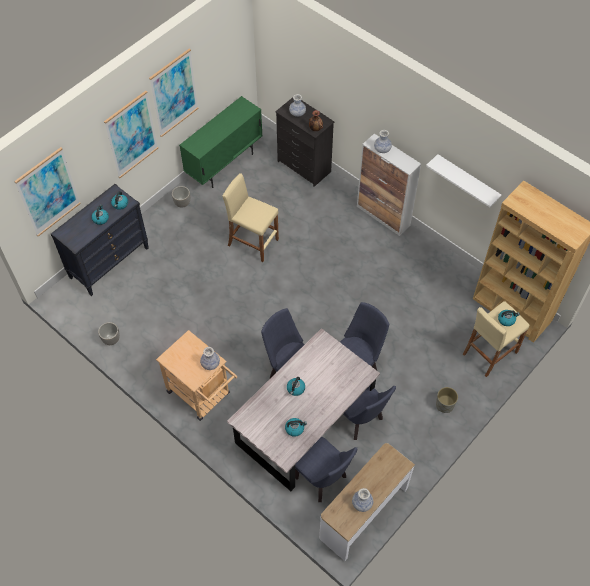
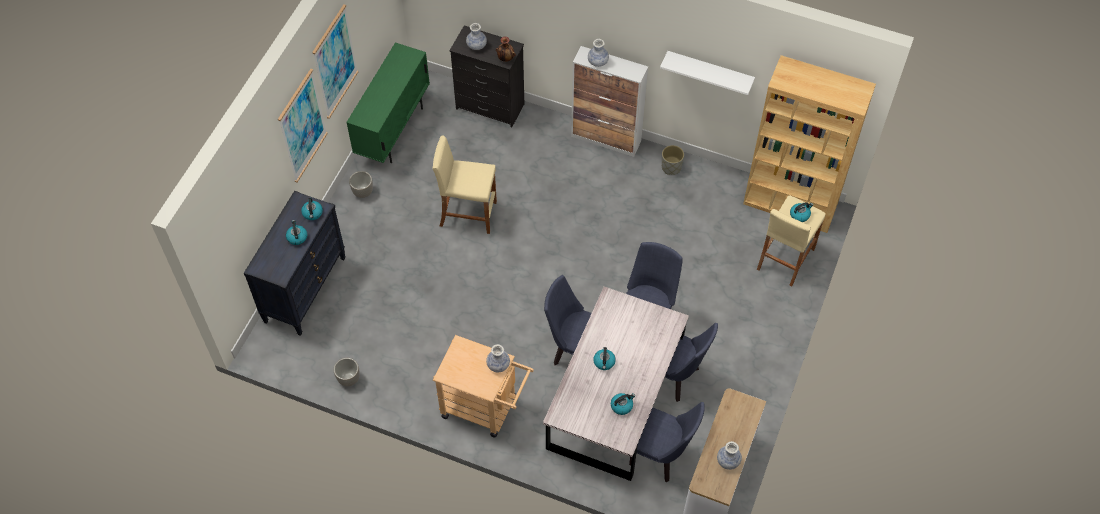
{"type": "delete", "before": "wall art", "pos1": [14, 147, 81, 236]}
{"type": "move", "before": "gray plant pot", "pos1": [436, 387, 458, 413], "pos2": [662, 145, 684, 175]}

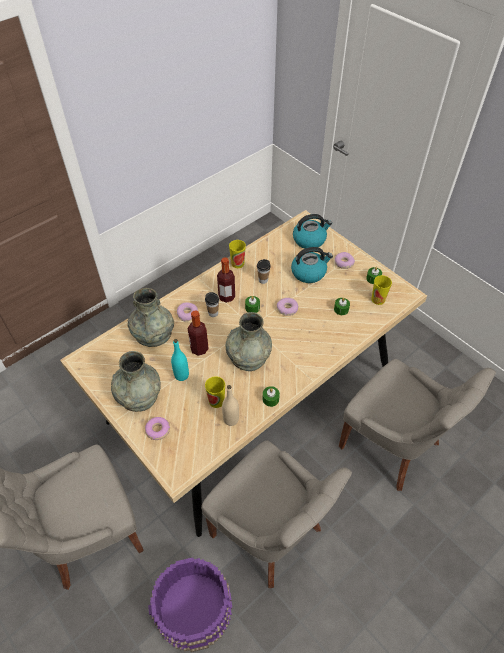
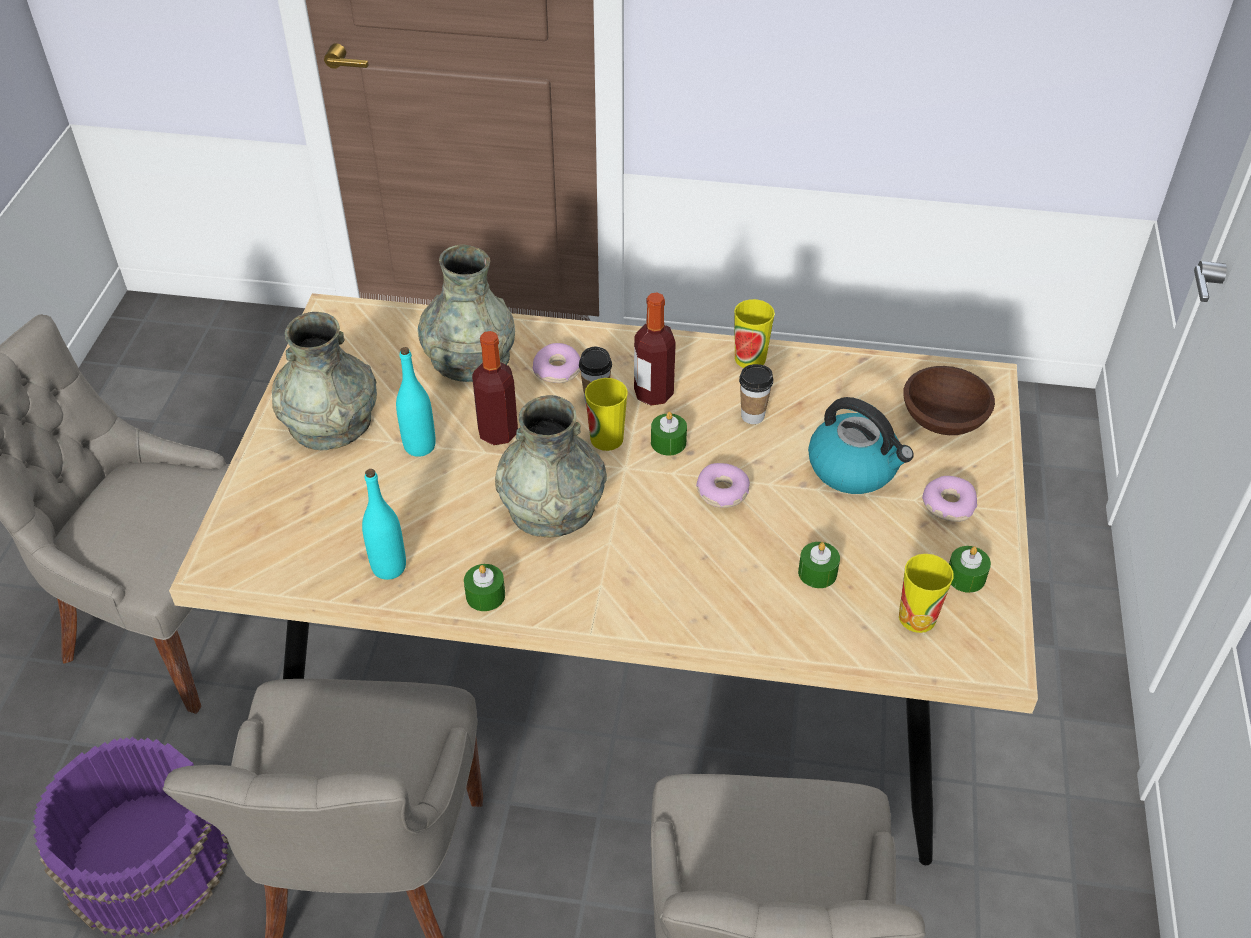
{"type": "replace", "before": "tea kettle", "after": "brown-coloured bowl", "pos1": [293, 214, 332, 249], "pos2": [903, 366, 995, 435]}
{"type": "move", "before": "small cup", "pos1": [205, 376, 225, 408], "pos2": [585, 378, 628, 451]}
{"type": "recolor", "before": "sand-coloured beverage bottle", "after": "turquoise beverage bottle", "pos1": [222, 385, 239, 426], "pos2": [362, 469, 406, 580]}
{"type": "delete", "before": "doughnut", "pos1": [145, 417, 170, 440]}

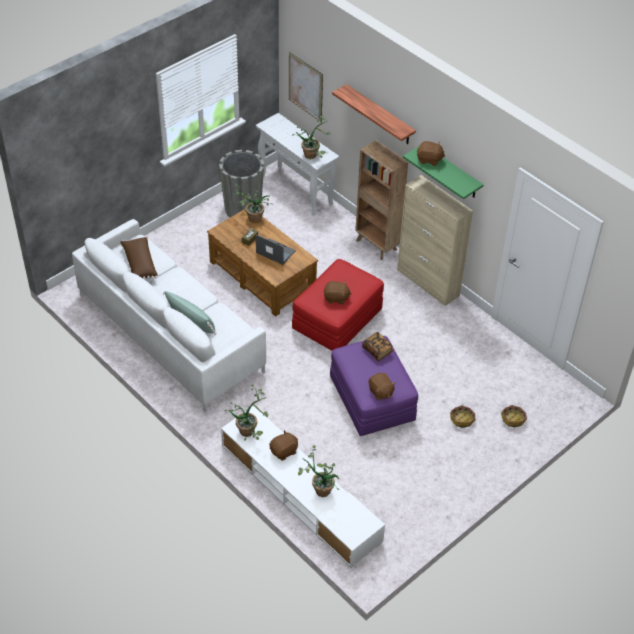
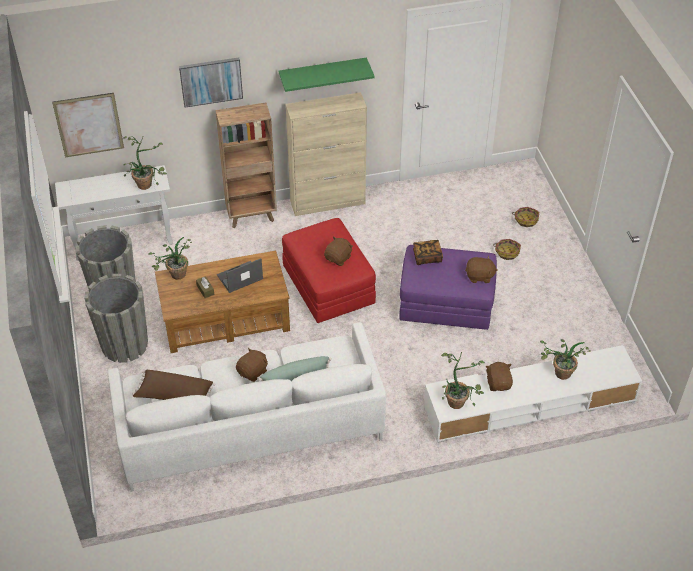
{"type": "replace", "before": "wall shelf", "after": "wall art", "pos1": [332, 84, 416, 144], "pos2": [179, 57, 243, 108]}
{"type": "move", "before": "brown-coloured cuddly toy", "pos1": [417, 141, 445, 166], "pos2": [236, 348, 268, 382]}
{"type": "insert", "after": "gray plant pot", "pos2": [84, 274, 148, 363]}

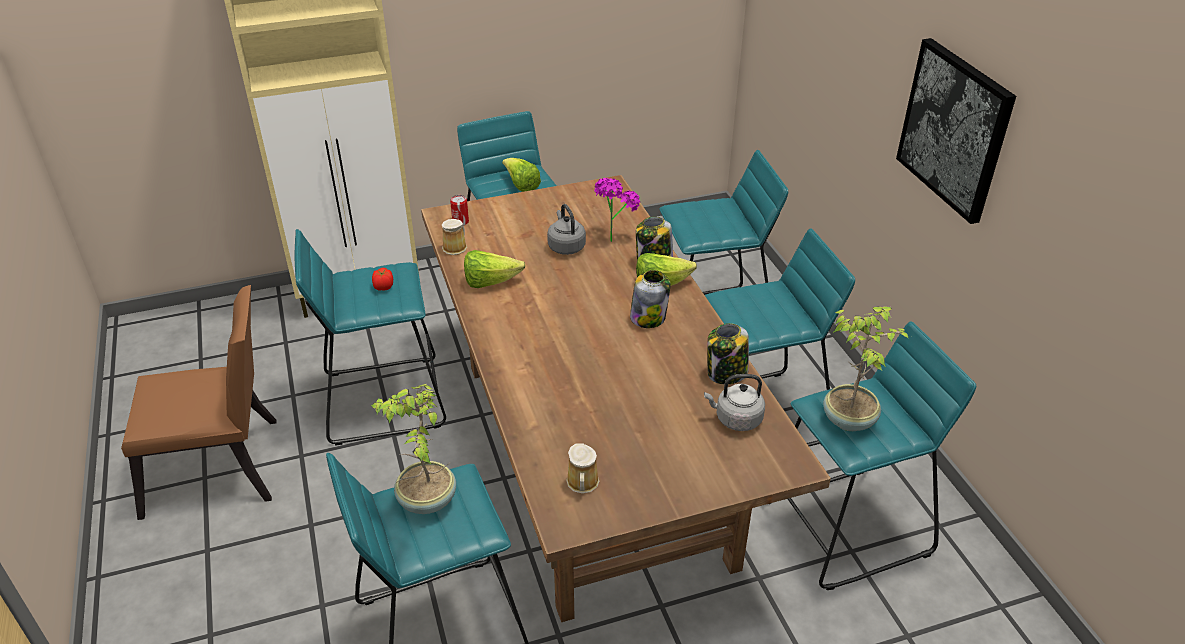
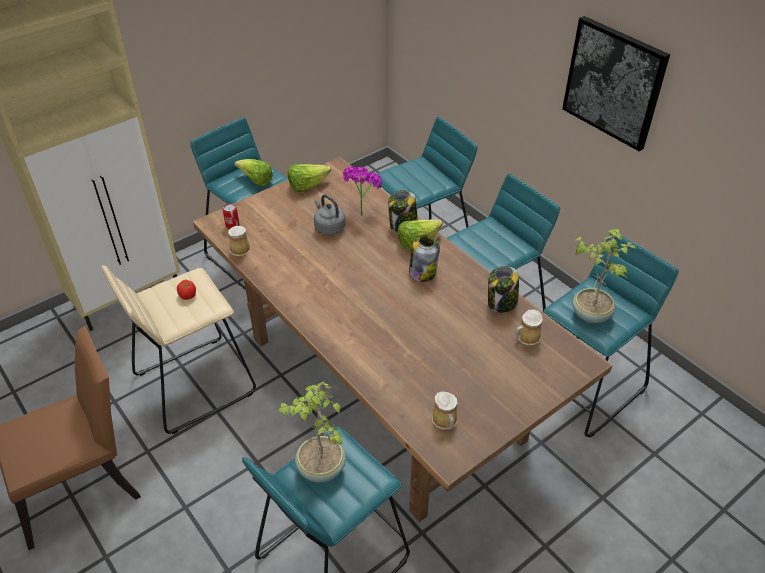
{"type": "recolor", "before": "turquoise stool", "after": "sand-coloured stool", "pos1": [294, 229, 446, 446], "pos2": [101, 265, 256, 434]}
{"type": "move", "before": "lettuce head", "pos1": [464, 250, 526, 288], "pos2": [288, 164, 331, 192]}
{"type": "replace", "before": "gray tea kettle", "after": "coffee mug", "pos1": [704, 374, 765, 431], "pos2": [515, 309, 543, 345]}

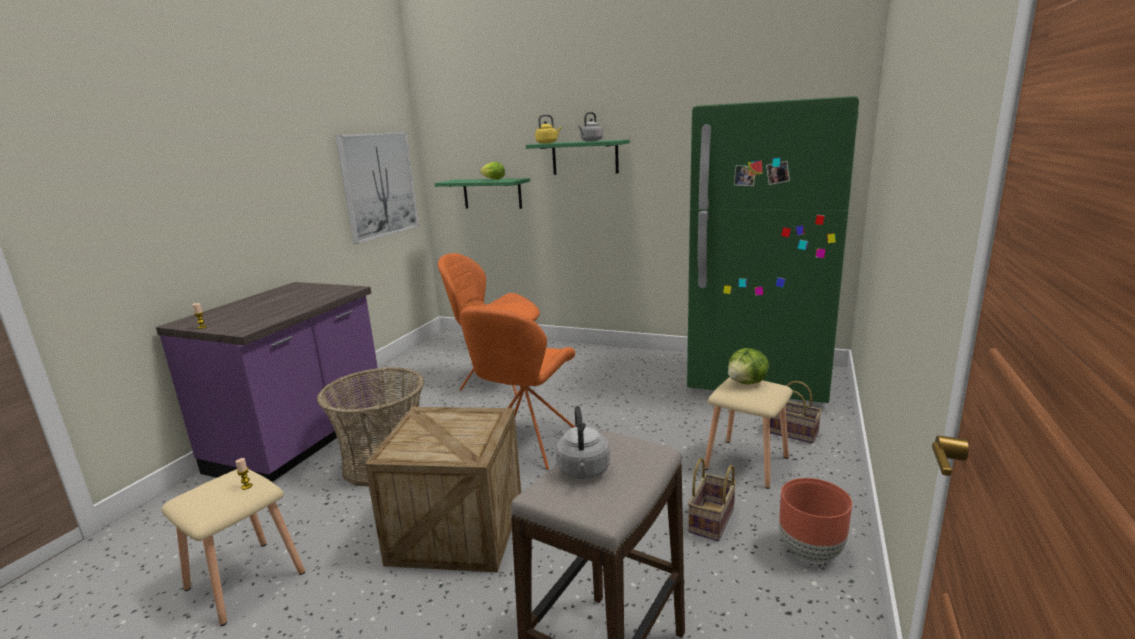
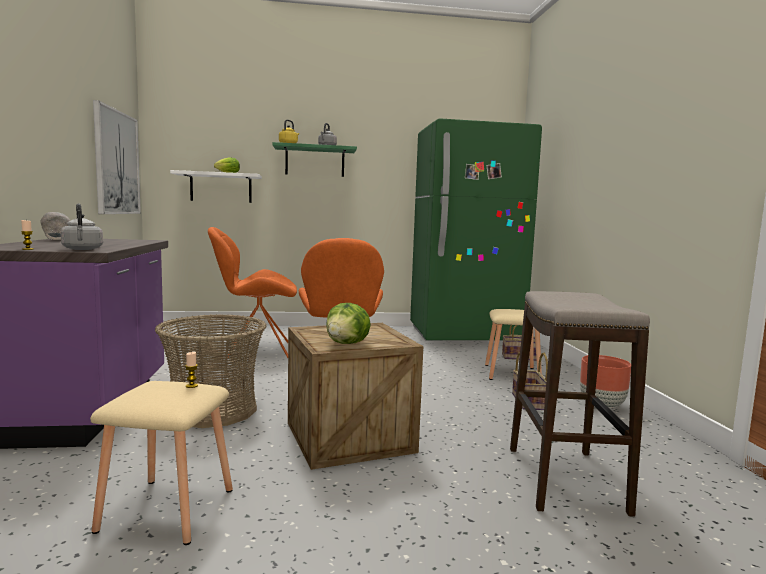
{"type": "recolor", "before": "greenish wall shelf", "after": "white-coloured wall shelf", "pos1": [434, 178, 530, 209], "pos2": [170, 170, 262, 203]}
{"type": "move", "before": "lettuce head", "pos1": [728, 348, 769, 384], "pos2": [326, 303, 371, 344]}
{"type": "move", "before": "gray tea kettle", "pos1": [556, 406, 610, 479], "pos2": [60, 204, 103, 250]}
{"type": "insert", "after": "gray bowl", "pos2": [40, 212, 70, 240]}

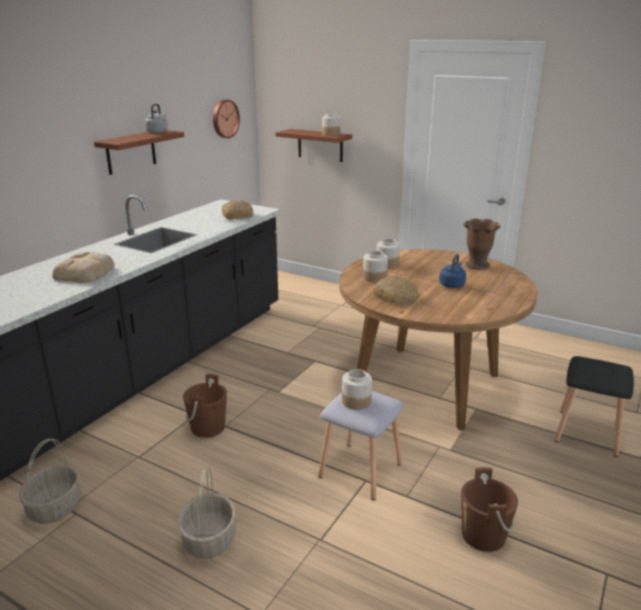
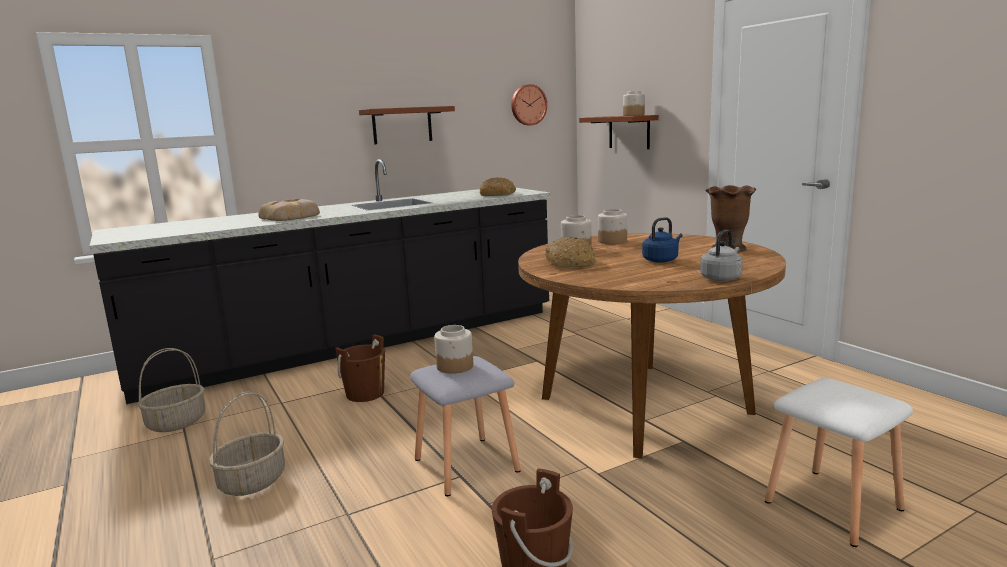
{"type": "move", "before": "gray tea kettle", "pos1": [145, 104, 168, 133], "pos2": [700, 230, 743, 281]}
{"type": "recolor", "before": "black stool", "after": "white-coloured stool", "pos1": [555, 356, 634, 457], "pos2": [765, 378, 913, 547]}

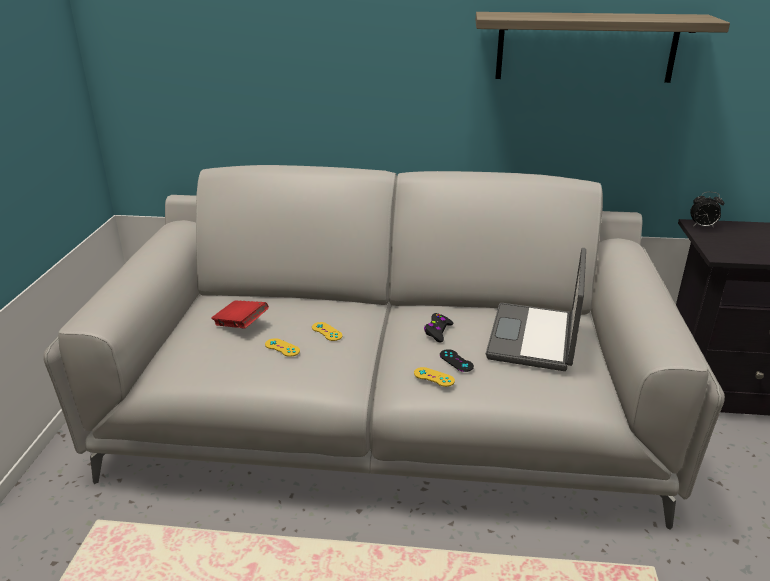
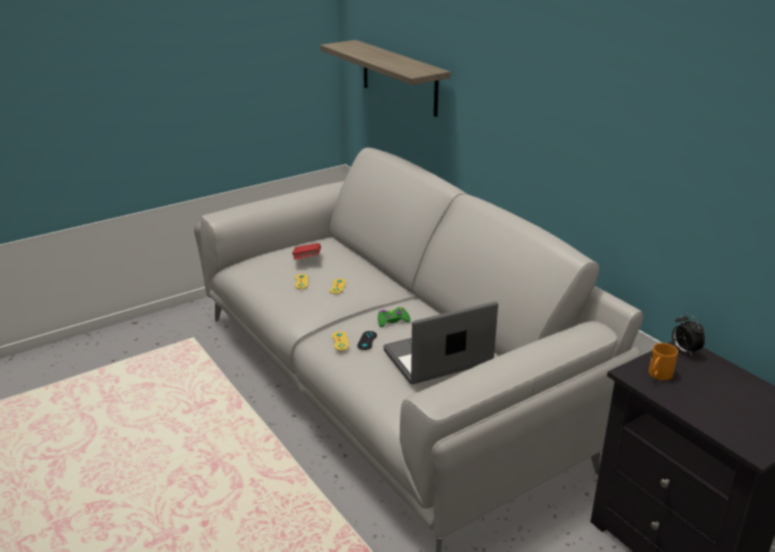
{"type": "move", "before": "wall shelf", "pos1": [476, 12, 730, 83], "pos2": [320, 40, 450, 117]}
{"type": "recolor", "before": "black gamepad", "after": "greenish gamepad", "pos1": [424, 313, 453, 343], "pos2": [378, 307, 410, 327]}
{"type": "insert", "after": "orange coffee mug", "pos2": [649, 343, 678, 380]}

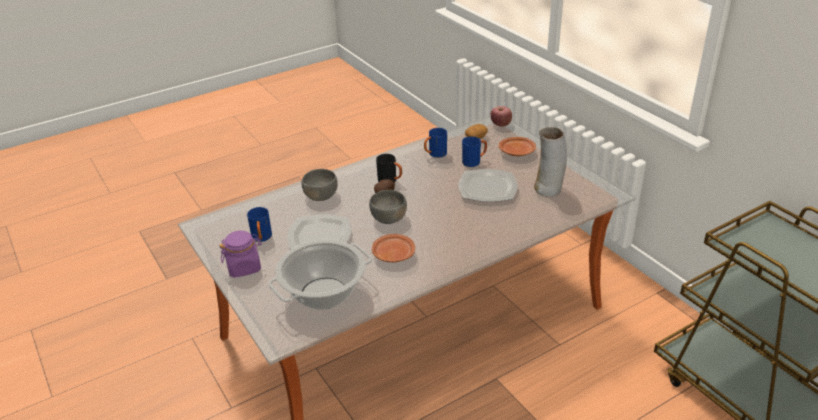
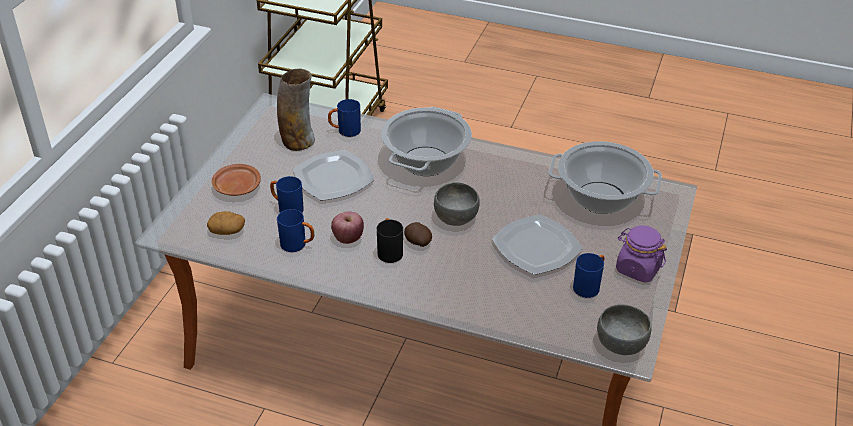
{"type": "move", "before": "apple", "pos1": [491, 106, 512, 127], "pos2": [331, 211, 364, 244]}
{"type": "move", "before": "gray bowl", "pos1": [301, 169, 338, 201], "pos2": [597, 304, 652, 355]}
{"type": "delete", "before": "brown-coloured dinner plate", "pos1": [372, 234, 415, 262]}
{"type": "insert", "after": "blue-coloured coffee mug", "pos2": [328, 99, 361, 137]}
{"type": "insert", "after": "stockpot", "pos2": [381, 107, 472, 176]}

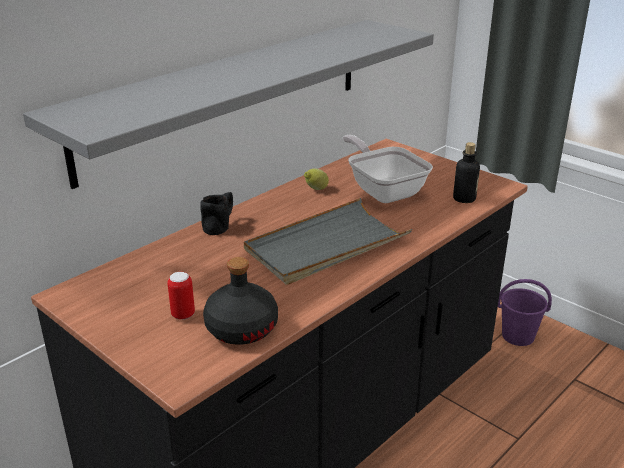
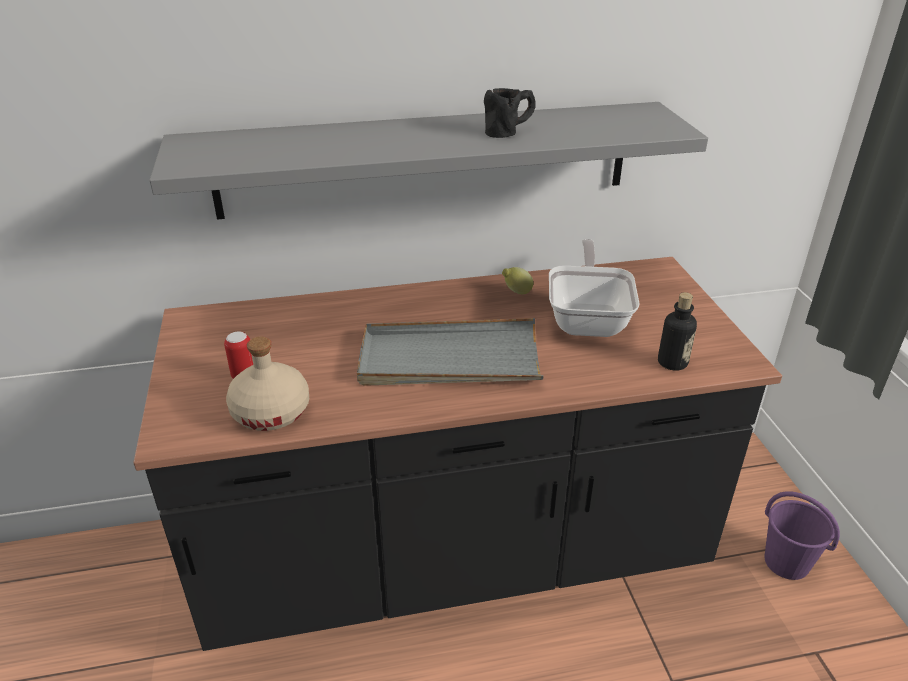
{"type": "move", "before": "black coffee mug", "pos1": [200, 192, 233, 235], "pos2": [484, 88, 536, 138]}
{"type": "recolor", "before": "black beverage bottle", "after": "sand-coloured beverage bottle", "pos1": [203, 257, 278, 345], "pos2": [226, 337, 309, 431]}

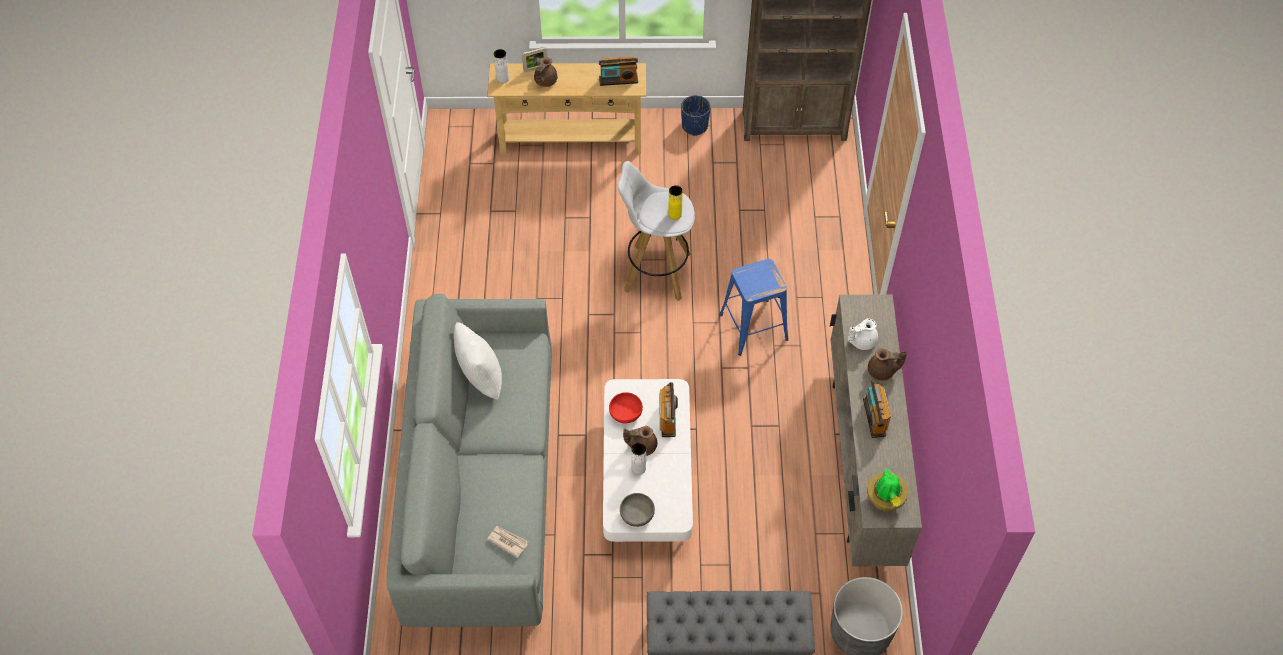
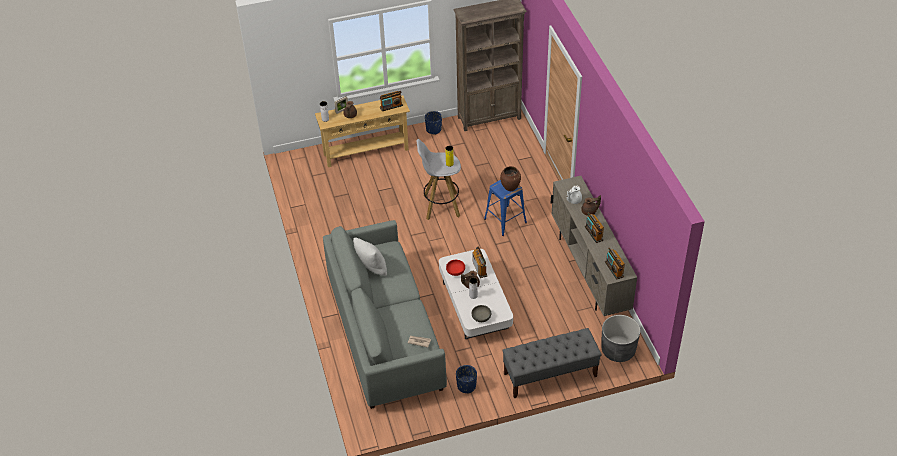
{"type": "replace", "before": "potted plant", "after": "radio set", "pos1": [867, 469, 909, 511], "pos2": [605, 248, 625, 280]}
{"type": "insert", "after": "brown-coloured vase", "pos2": [500, 166, 521, 191]}
{"type": "insert", "after": "blue-coloured plant pot", "pos2": [456, 365, 477, 394]}

